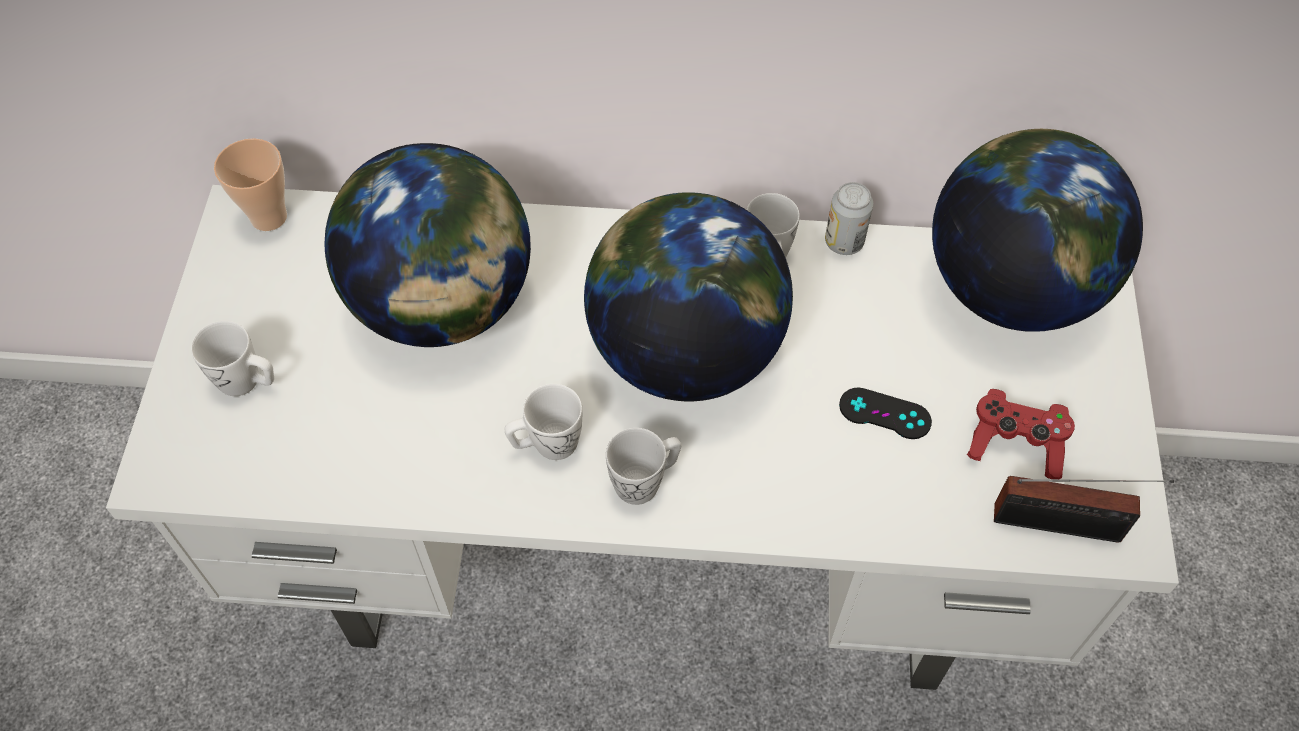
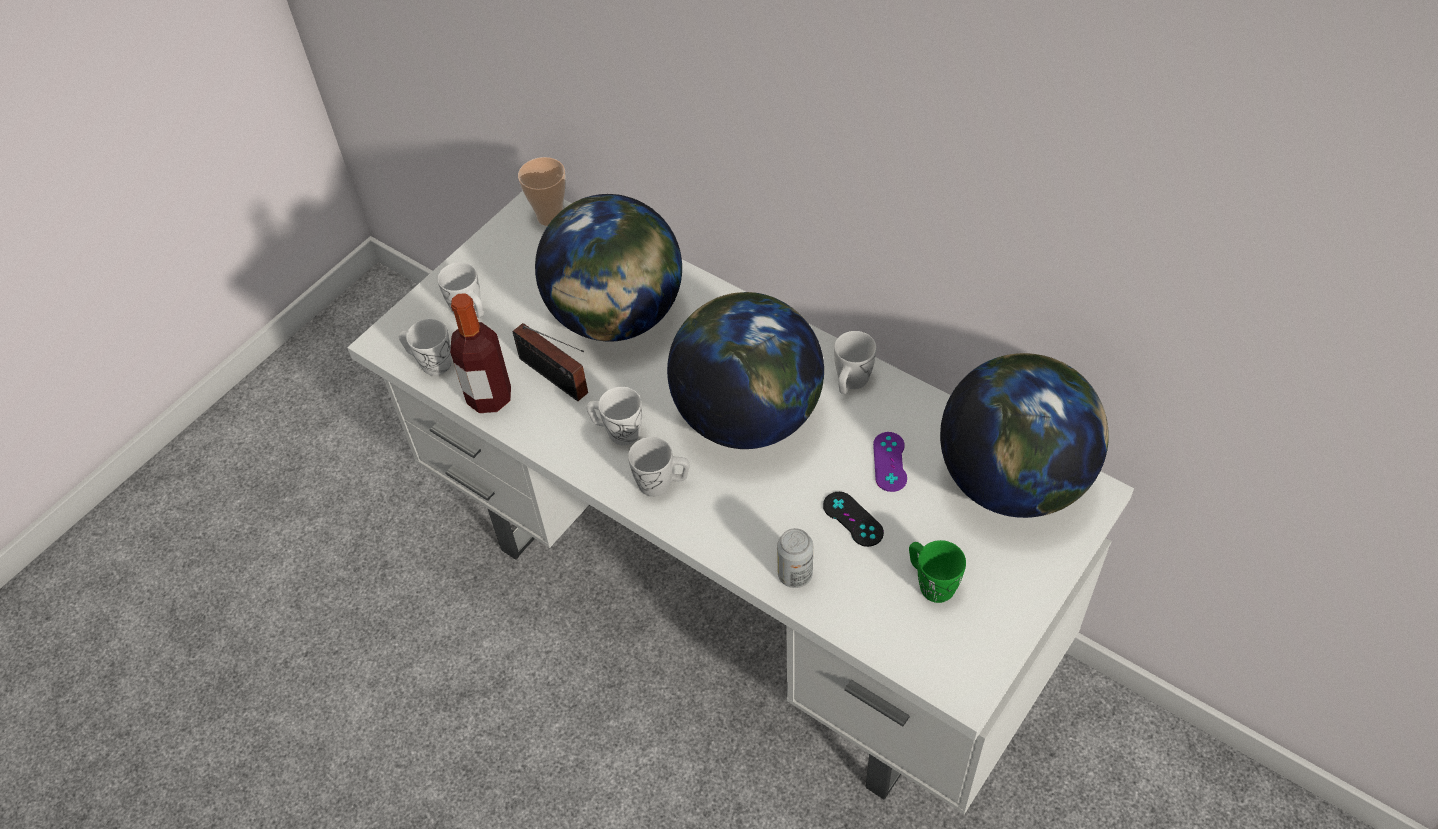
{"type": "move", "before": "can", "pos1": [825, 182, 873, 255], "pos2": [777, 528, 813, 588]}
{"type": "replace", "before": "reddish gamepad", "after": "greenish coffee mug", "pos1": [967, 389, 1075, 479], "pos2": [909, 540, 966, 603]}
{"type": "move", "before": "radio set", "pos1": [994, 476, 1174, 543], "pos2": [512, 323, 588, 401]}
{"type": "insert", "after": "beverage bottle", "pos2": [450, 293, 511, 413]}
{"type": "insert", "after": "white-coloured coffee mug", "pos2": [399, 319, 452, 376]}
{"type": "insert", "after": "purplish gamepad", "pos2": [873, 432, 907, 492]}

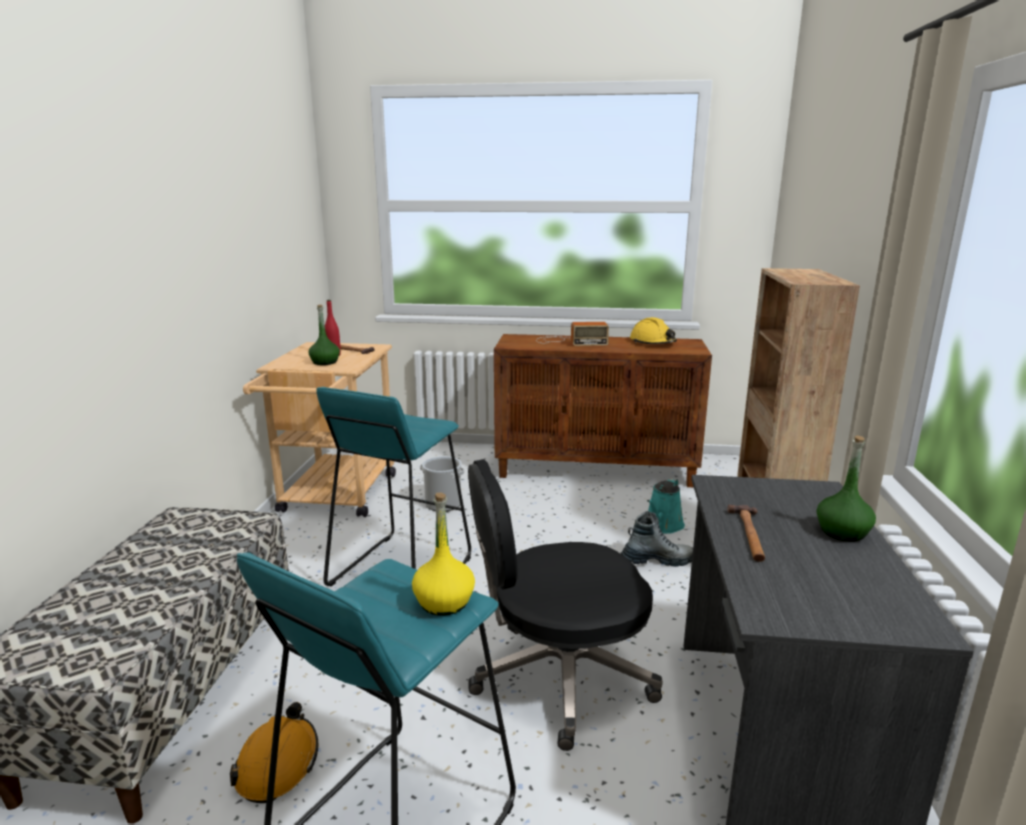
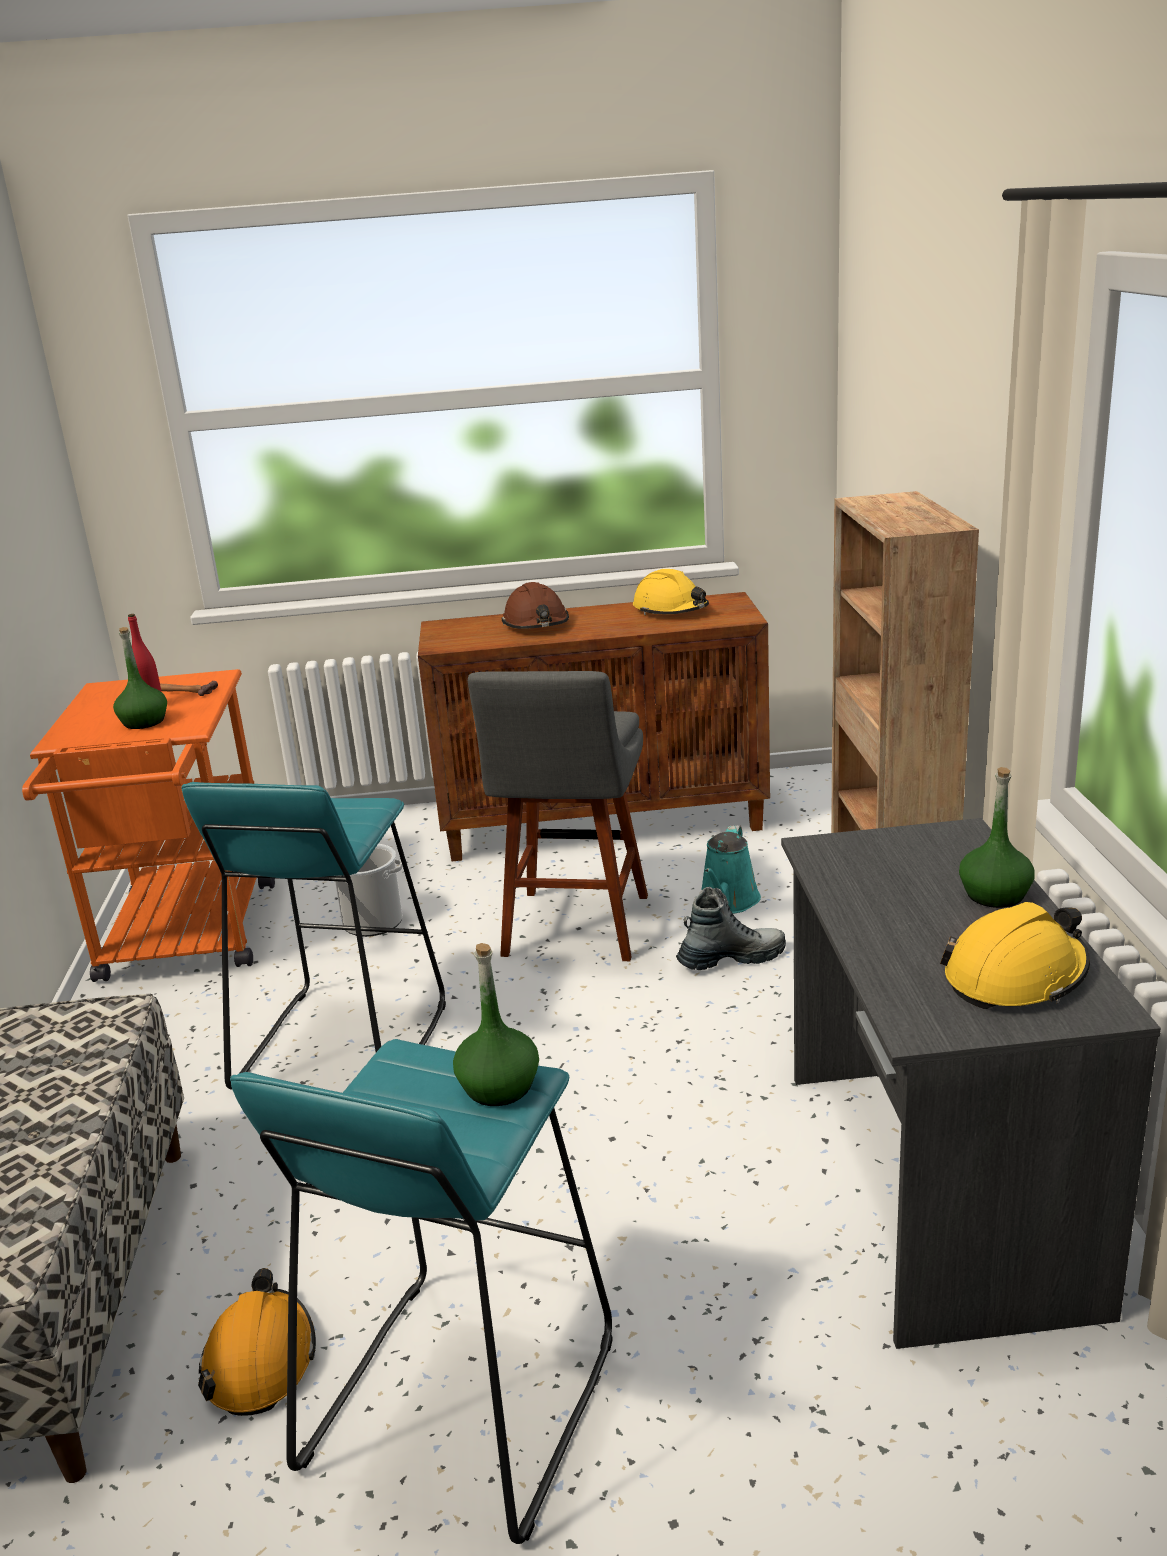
{"type": "replace", "before": "radio set", "after": "brown-coloured work helmet", "pos1": [536, 322, 609, 346], "pos2": [502, 582, 569, 629]}
{"type": "recolor", "before": "sand-coloured wheeled cart", "after": "orange wheeled cart", "pos1": [243, 342, 396, 517], "pos2": [22, 669, 275, 982]}
{"type": "delete", "before": "black computer chair", "pos1": [468, 459, 663, 751]}
{"type": "recolor", "before": "yellow beverage bottle", "after": "greenish beverage bottle", "pos1": [412, 492, 475, 616], "pos2": [453, 943, 539, 1106]}
{"type": "delete", "before": "hammer", "pos1": [728, 505, 765, 562]}
{"type": "insert", "after": "gray stool", "pos2": [468, 671, 648, 961]}
{"type": "insert", "after": "yellow work helmet", "pos2": [940, 902, 1090, 1009]}

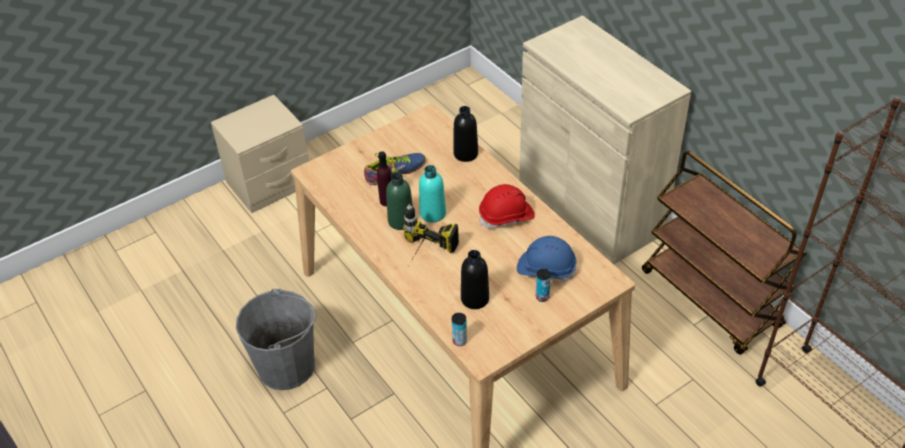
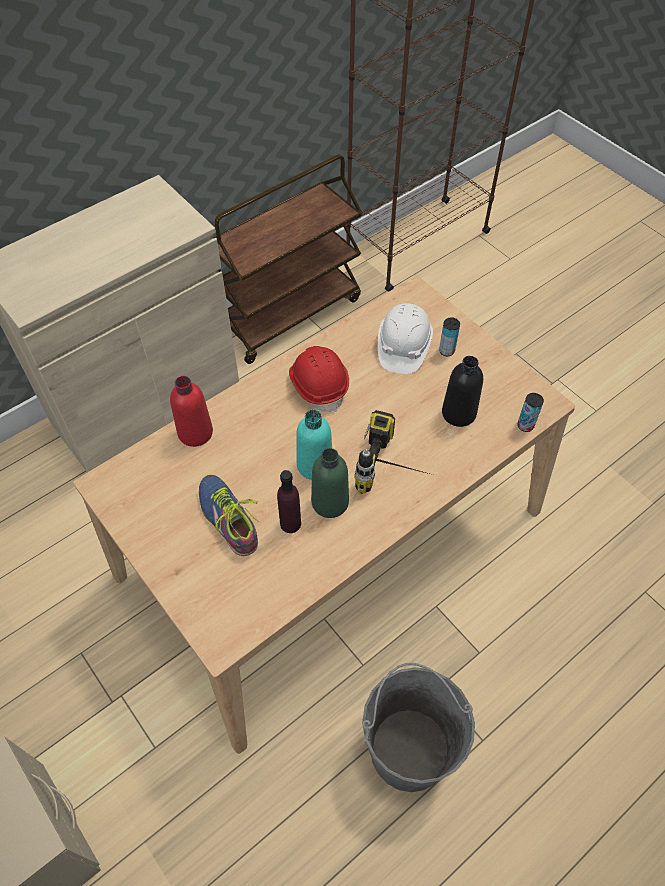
{"type": "recolor", "before": "black beverage bottle", "after": "reddish beverage bottle", "pos1": [453, 106, 478, 162], "pos2": [170, 376, 213, 447]}
{"type": "recolor", "before": "blue-coloured work helmet", "after": "white-coloured work helmet", "pos1": [517, 236, 577, 281], "pos2": [378, 303, 433, 374]}

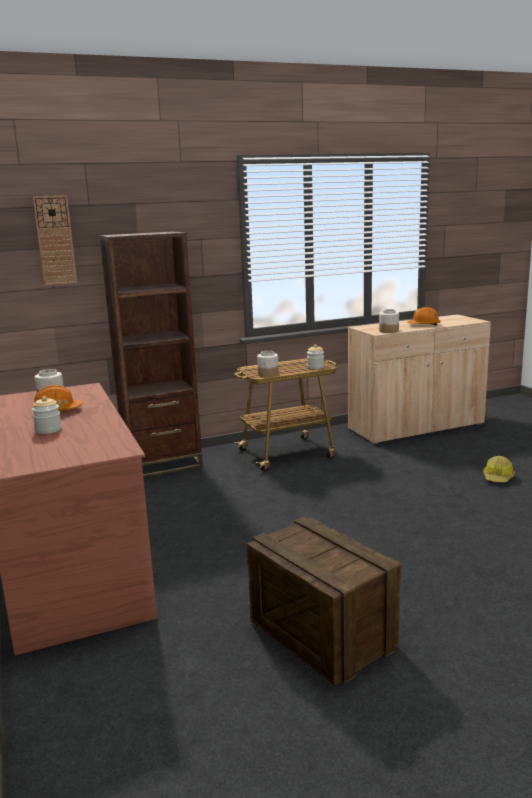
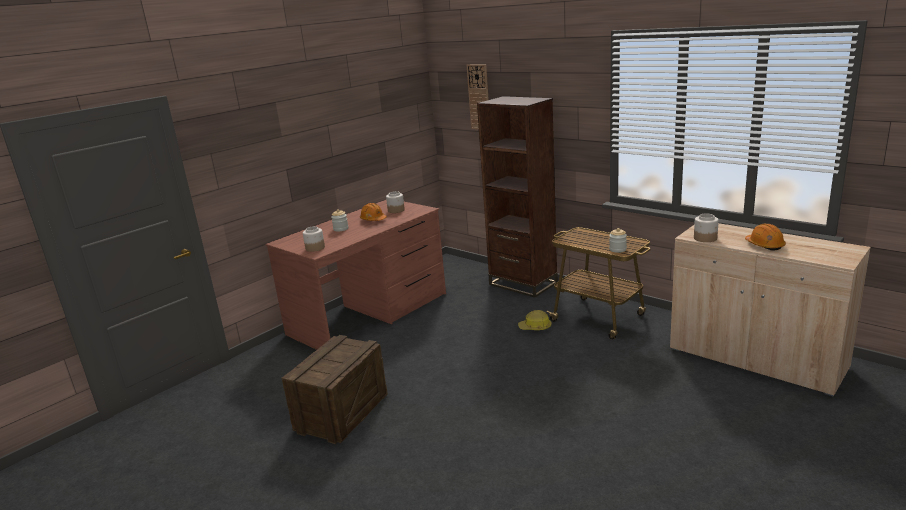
{"type": "move", "before": "jar", "pos1": [257, 351, 279, 377], "pos2": [303, 226, 325, 252]}
{"type": "move", "before": "work helmet", "pos1": [483, 456, 515, 483], "pos2": [518, 310, 552, 330]}

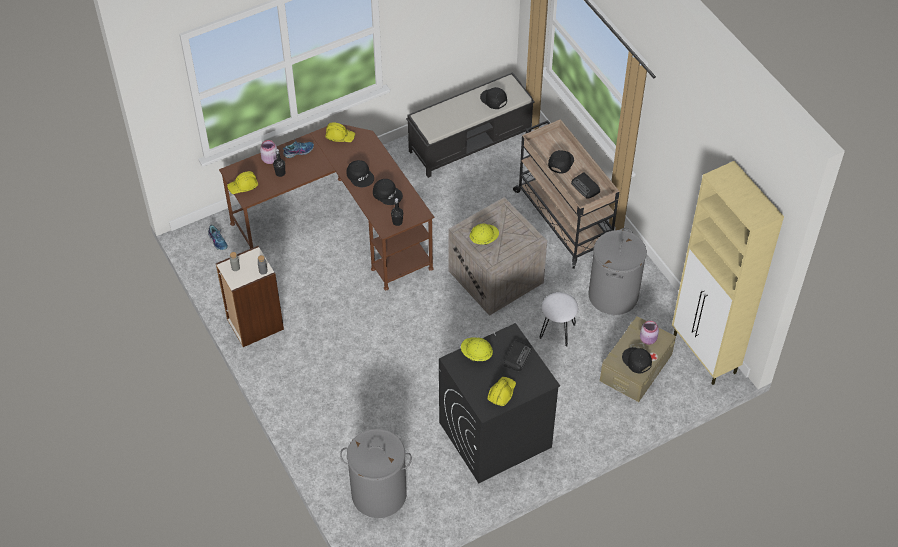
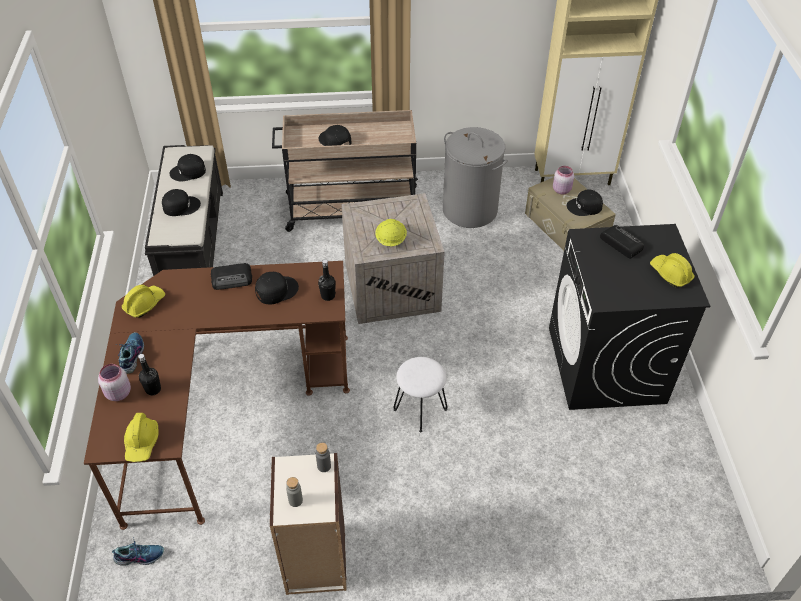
{"type": "move", "before": "black baseball cap", "pos1": [347, 160, 374, 187], "pos2": [162, 189, 201, 216]}
{"type": "move", "before": "radio set", "pos1": [571, 172, 600, 199], "pos2": [211, 263, 252, 290]}
{"type": "move", "before": "white-coloured stool", "pos1": [540, 292, 578, 346], "pos2": [393, 357, 448, 432]}
{"type": "delete", "before": "yellow work helmet", "pos1": [461, 337, 493, 361]}
{"type": "delete", "before": "gray laundry basket", "pos1": [340, 429, 412, 518]}

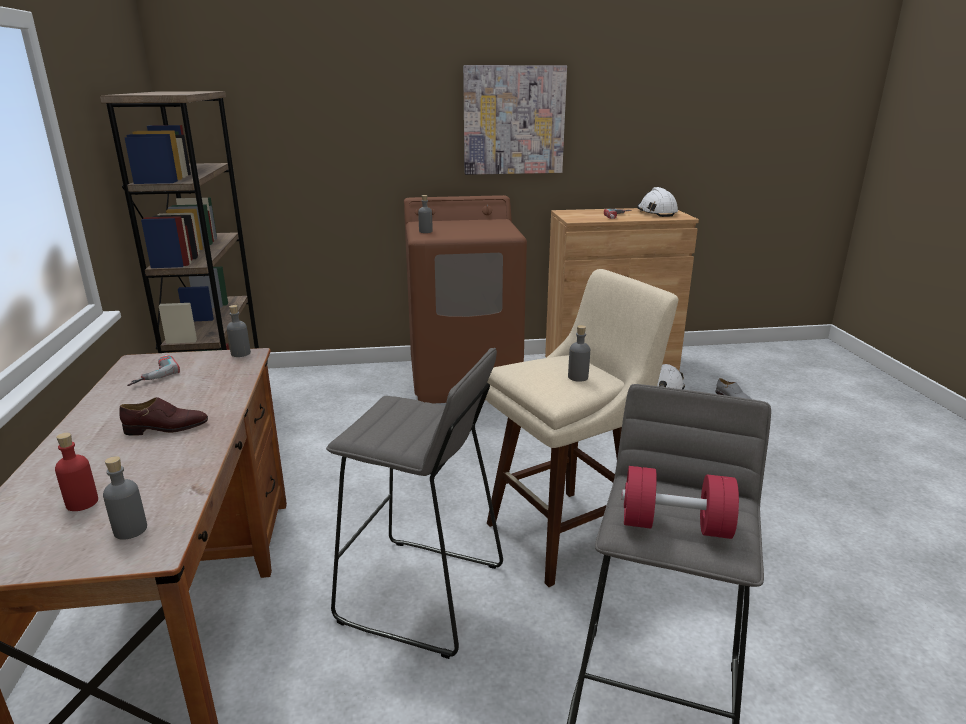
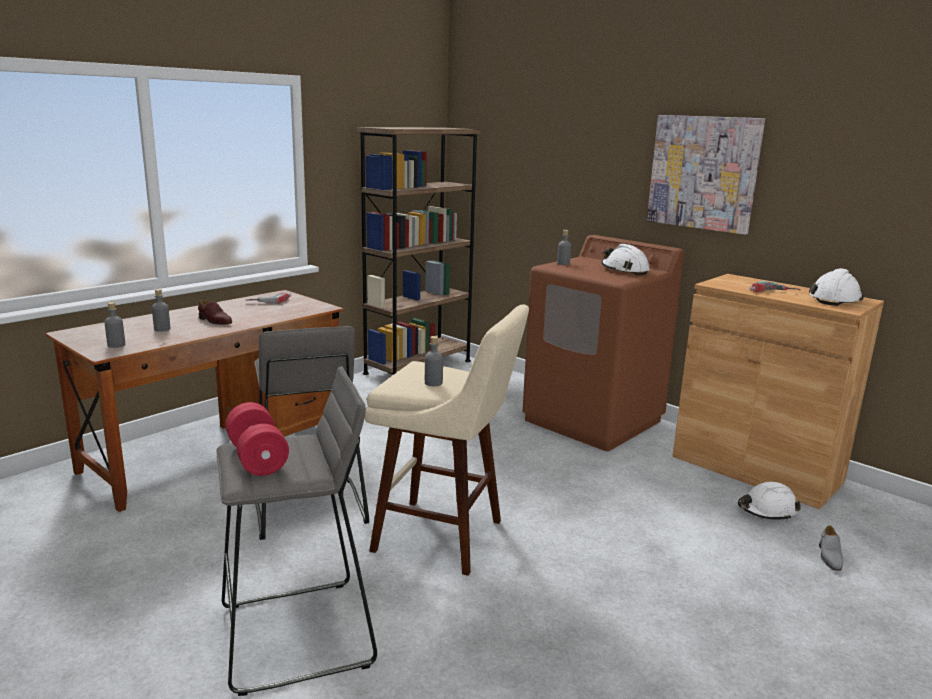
{"type": "move", "before": "gray beverage bottle", "pos1": [227, 305, 251, 357], "pos2": [152, 289, 170, 332]}
{"type": "delete", "before": "reddish beverage bottle", "pos1": [55, 433, 98, 511]}
{"type": "insert", "after": "white-coloured work helmet", "pos2": [601, 244, 650, 276]}

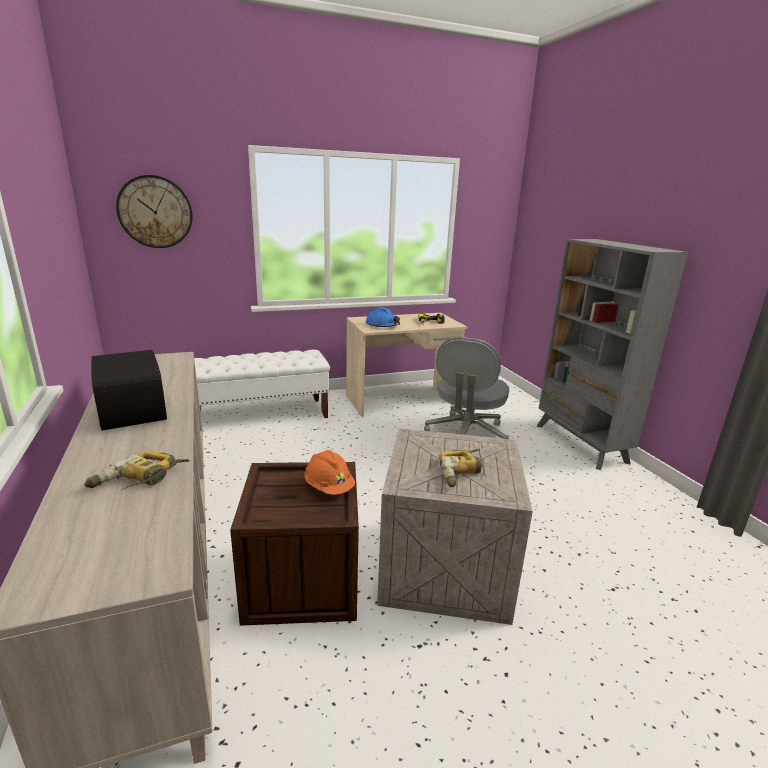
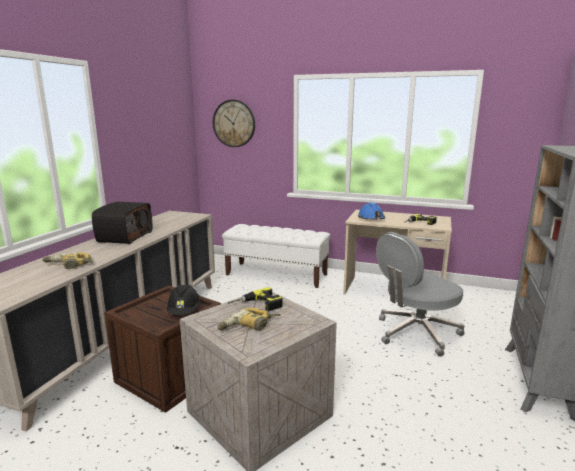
{"type": "recolor", "before": "orange work helmet", "after": "black work helmet", "pos1": [305, 450, 355, 495], "pos2": [167, 285, 200, 315]}
{"type": "insert", "after": "electric drill", "pos2": [228, 287, 283, 311]}

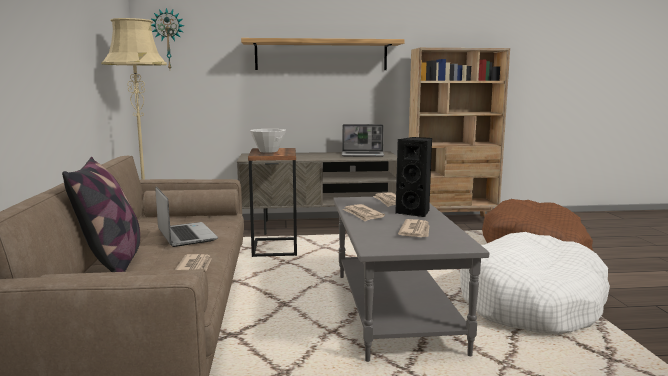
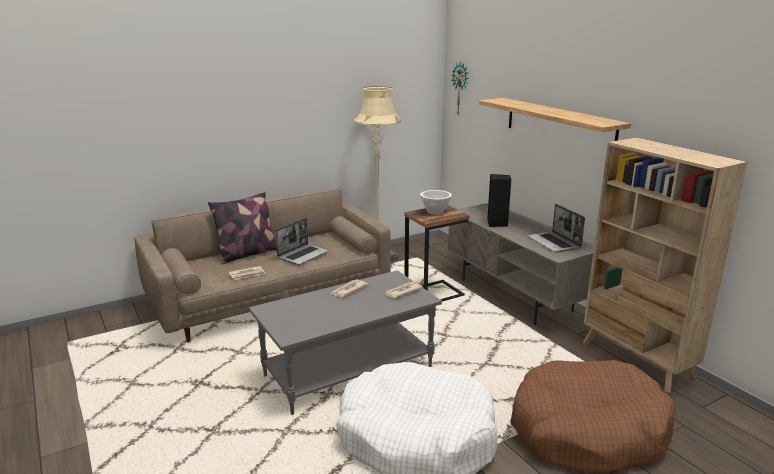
{"type": "move", "before": "black audio speaker", "pos1": [395, 137, 432, 217], "pos2": [487, 174, 512, 227]}
{"type": "delete", "before": "newspaper", "pos1": [398, 219, 430, 237]}

